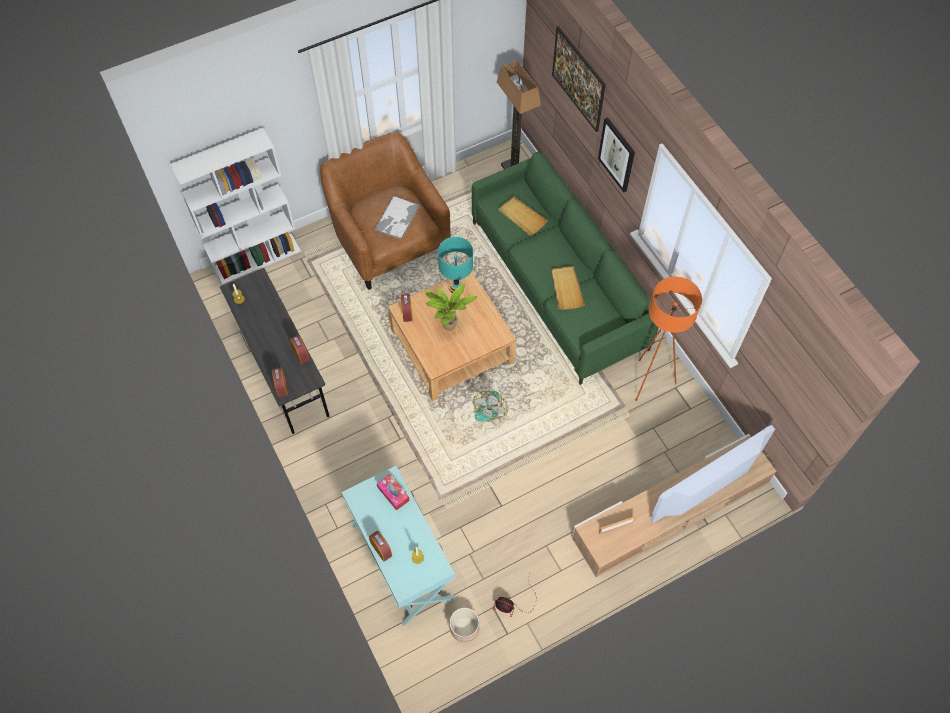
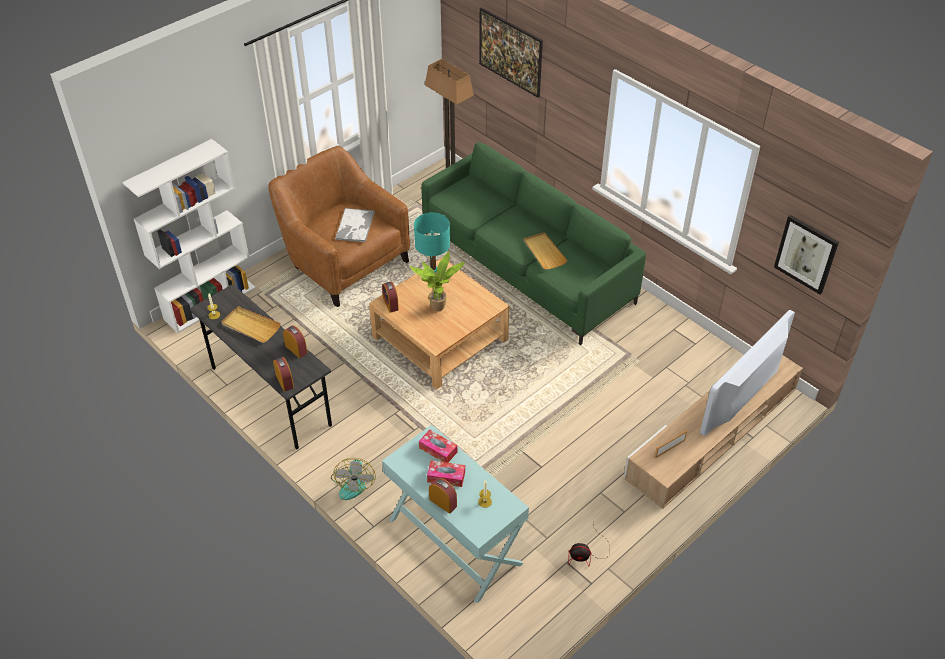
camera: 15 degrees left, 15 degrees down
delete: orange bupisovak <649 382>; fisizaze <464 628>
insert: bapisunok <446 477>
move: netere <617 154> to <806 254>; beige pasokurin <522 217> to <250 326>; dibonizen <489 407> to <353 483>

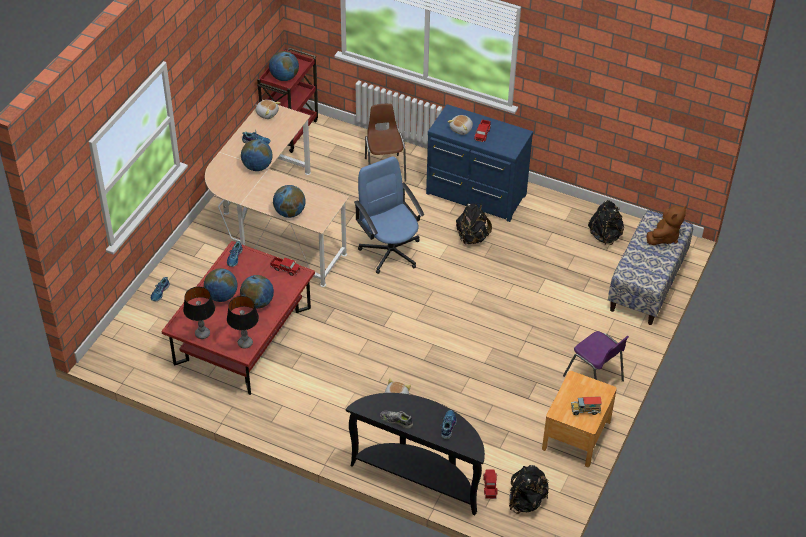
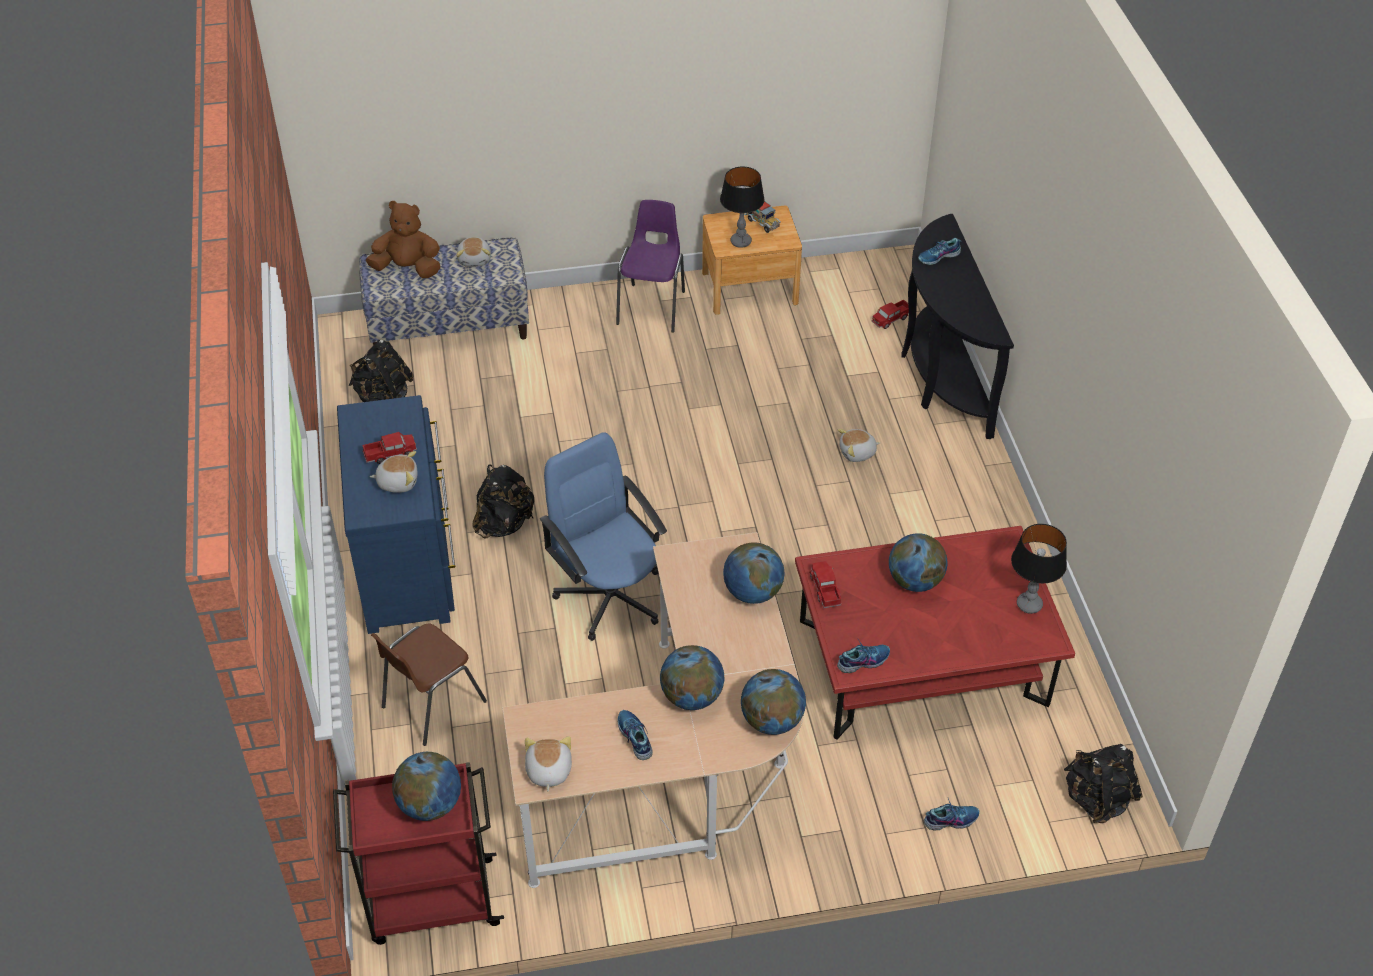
camera: 125 degrees left, 0 degrees up
delete: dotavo <396 420>
insert: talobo <475 259>
move: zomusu <221 296> to <772 720>; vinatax <245 343> to <741 241>; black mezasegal <526 501> to <1097 799>
rotate: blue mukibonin <390 251> = <610 596> 120 degrees clockwise

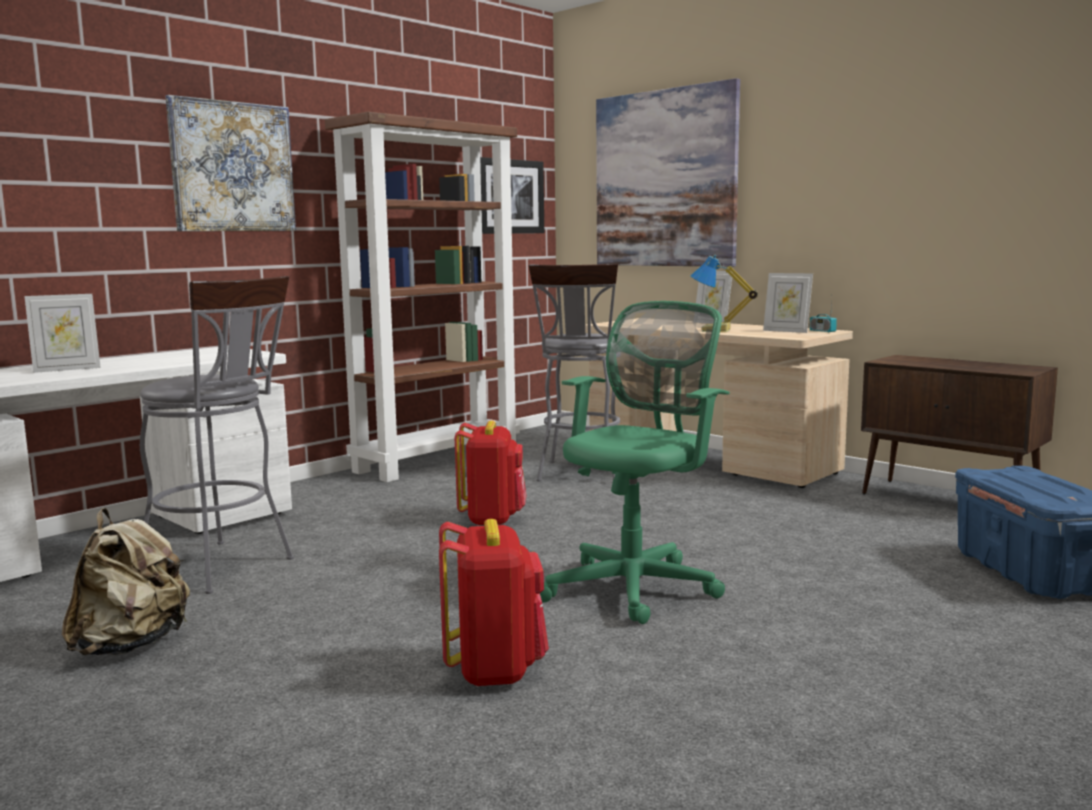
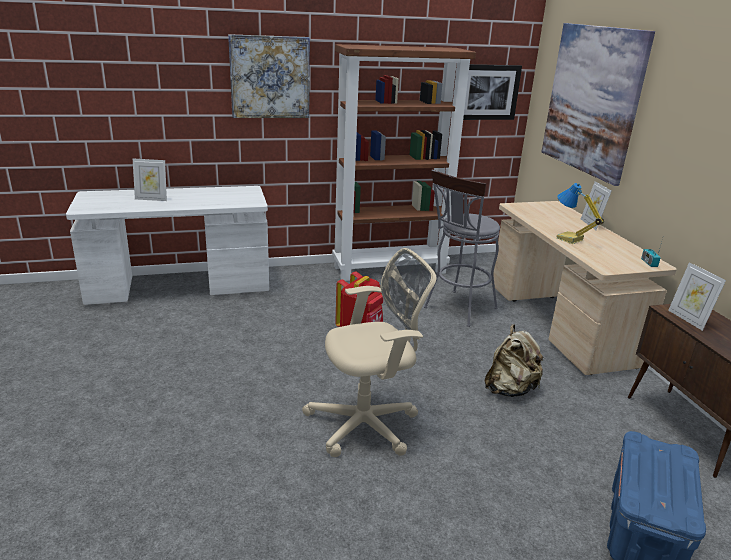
camera: 30 degrees right, 15 degrees up
delete: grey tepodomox <224 568>; red mezasegal <494 670>
move: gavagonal <786 331> to <688 319>; beige mezasegal <131 645> to <510 389>
recolor: green mukibonin <636 586> to beige mukibonin <367 424>

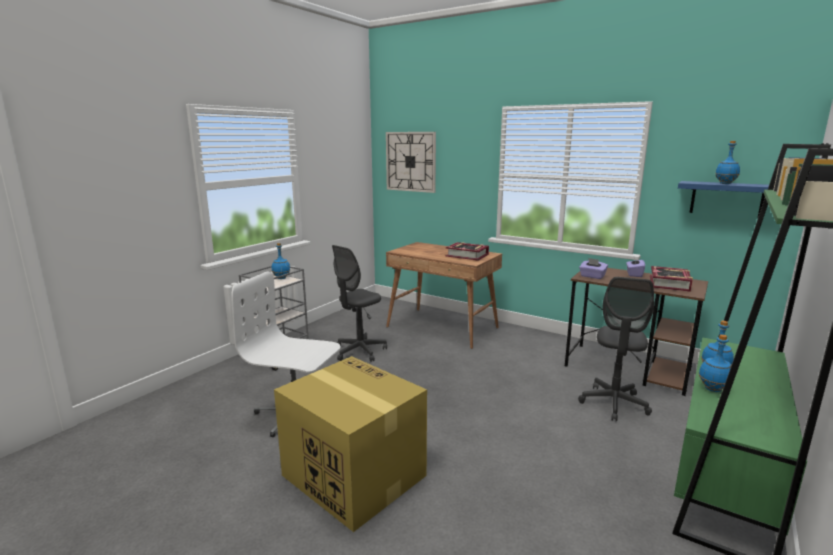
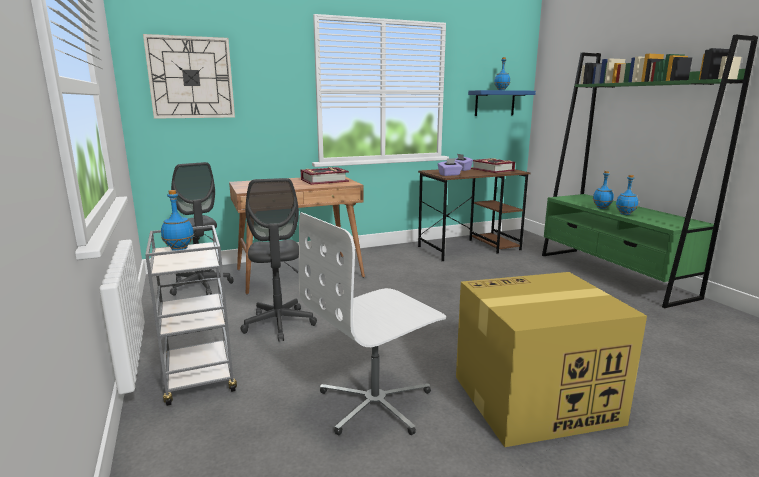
camera: 55 degrees left, 0 degrees up
move: grey mukibonin <613 403> to <201 286>

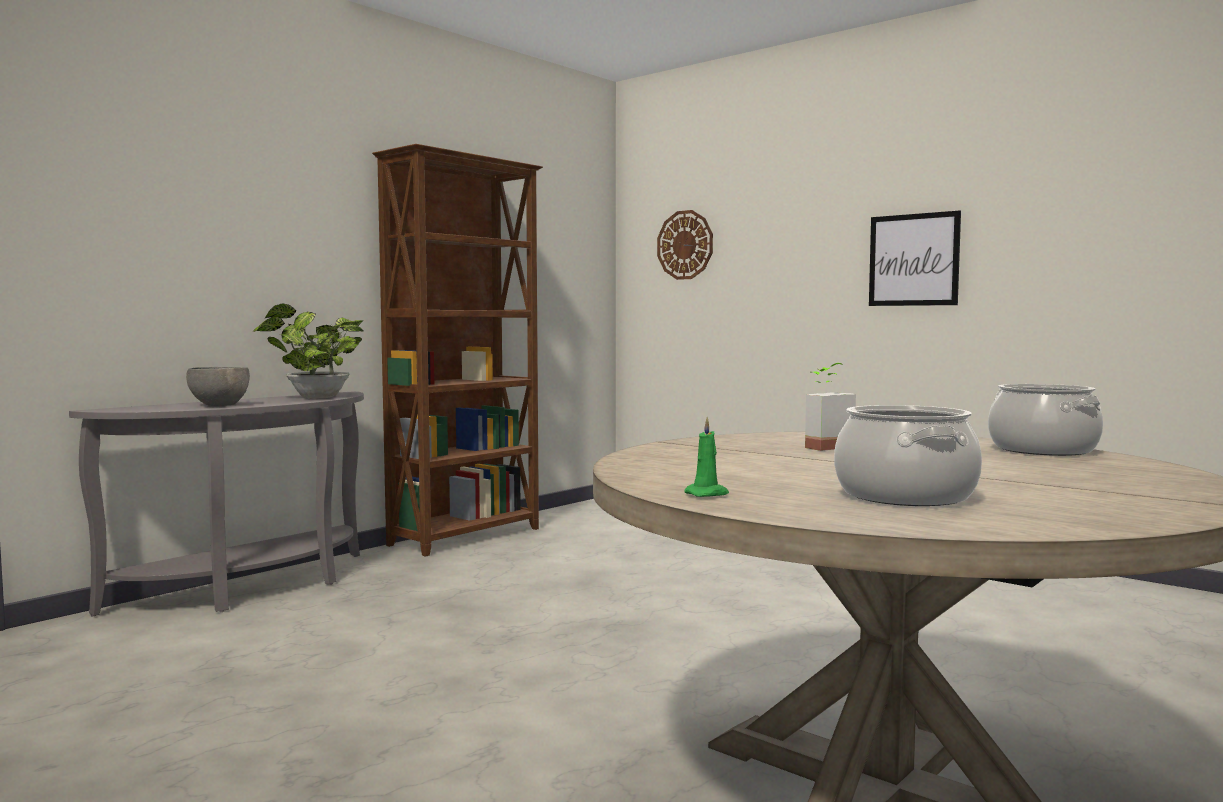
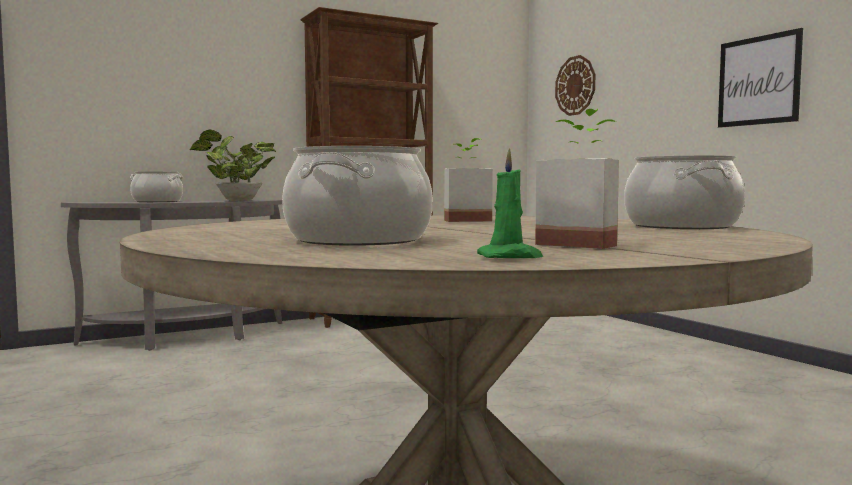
camera: 20 degrees right, 0 degrees up
insert: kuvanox <581 244>
move: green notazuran <708 494> to <510 257>
replace: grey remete <220 405> to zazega <157 201>

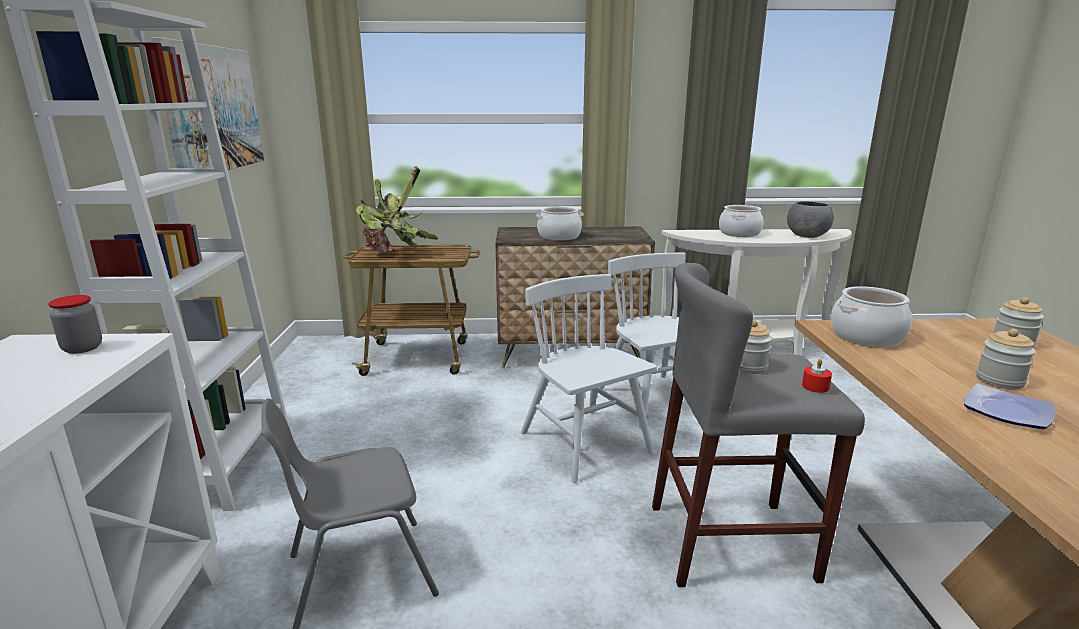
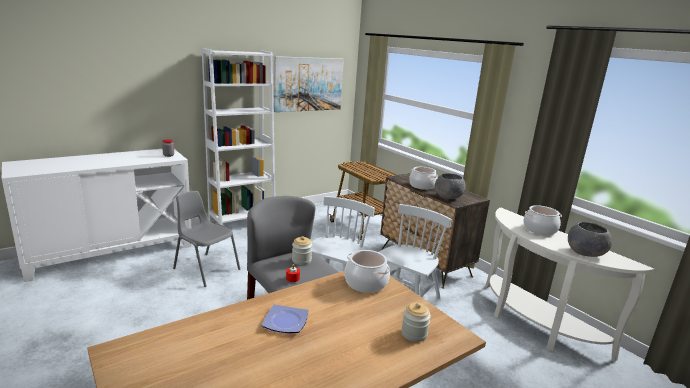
camera: 55 degrees right, 0 degrees up
delete: kuvanox <394 254>; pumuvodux <999 381>
insert: grey remete <448 197>

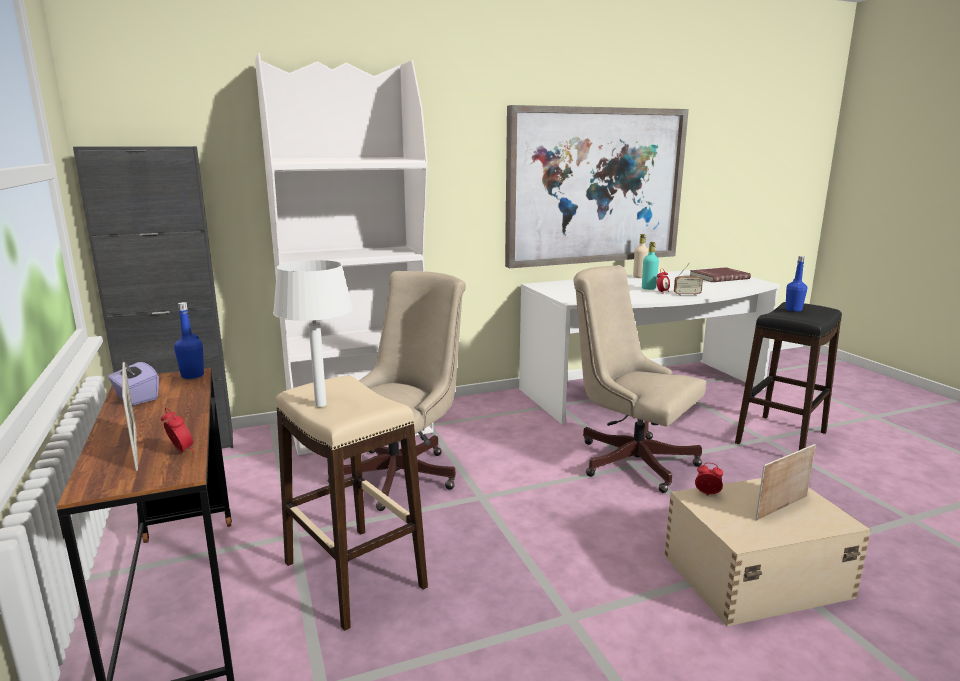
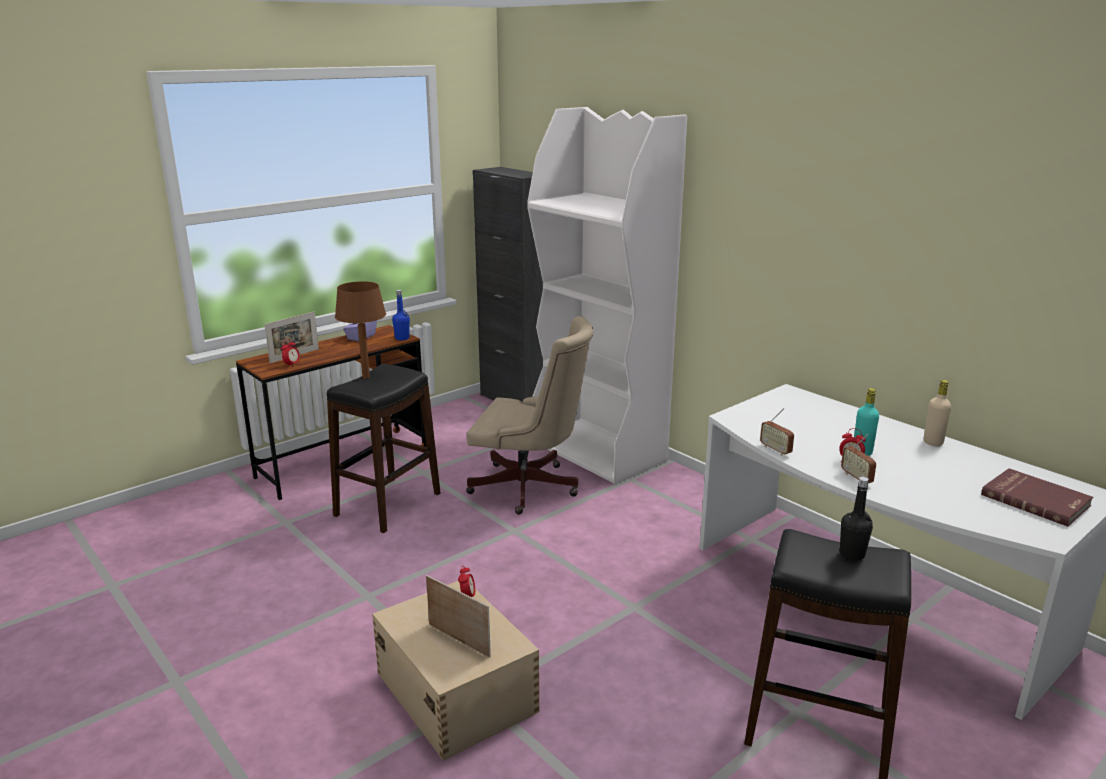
camera: 70 degrees right, 5 degrees up
delete: netere <595 186>; beige mukibonin <629 459>
insert: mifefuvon <775 450>
recolor: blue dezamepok <793 309> to black dezamepok <852 554>; white vinatax <320 404> to brown vinatax <366 377>; beige tepodomox <355 575> to black tepodomox <388 505>

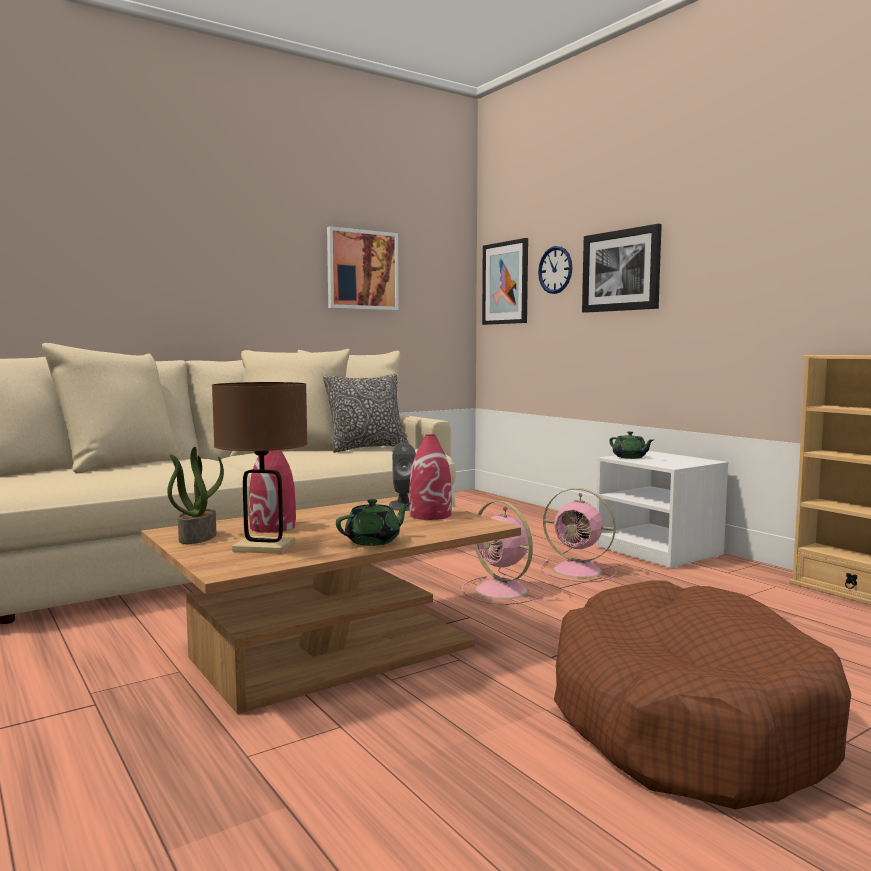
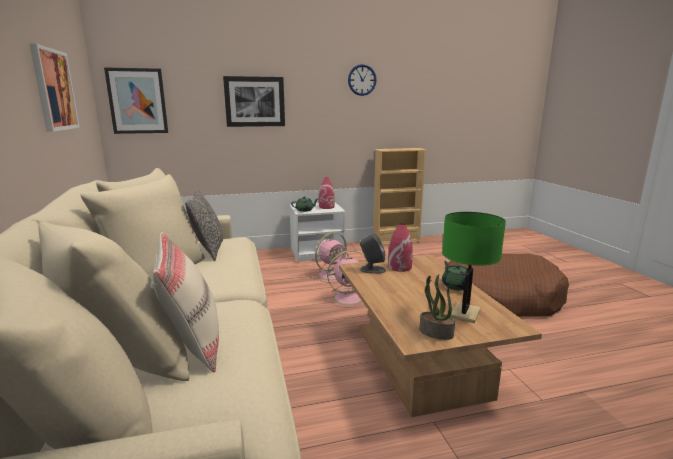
camera: 70 degrees left, 10 degrees up
insert: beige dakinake <192 344>
move: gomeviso <555 270> to <362 80>; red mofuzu <273 527> to <327 207>
recolor: brown vinatax <263 547> to green vinatax <465 313>

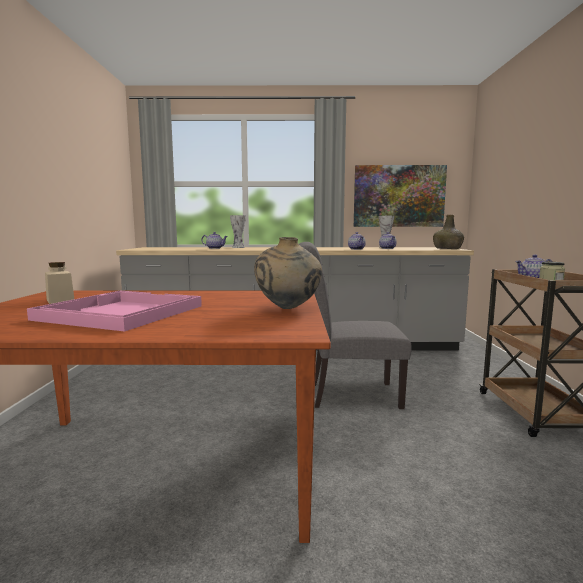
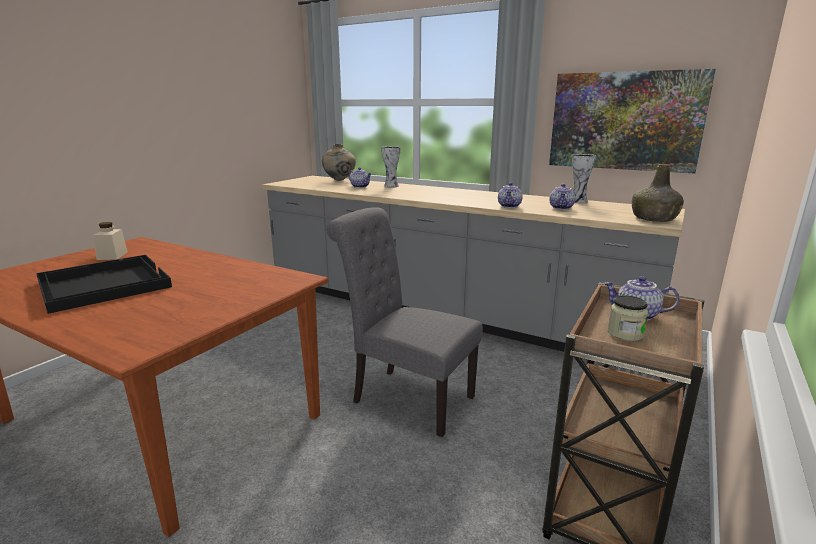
camera: 30 degrees right, 10 degrees up
move: beige mofuzu <288 309> to <339 180>
recolor: pink pasokurin <120 312> to black pasokurin <103 284>

